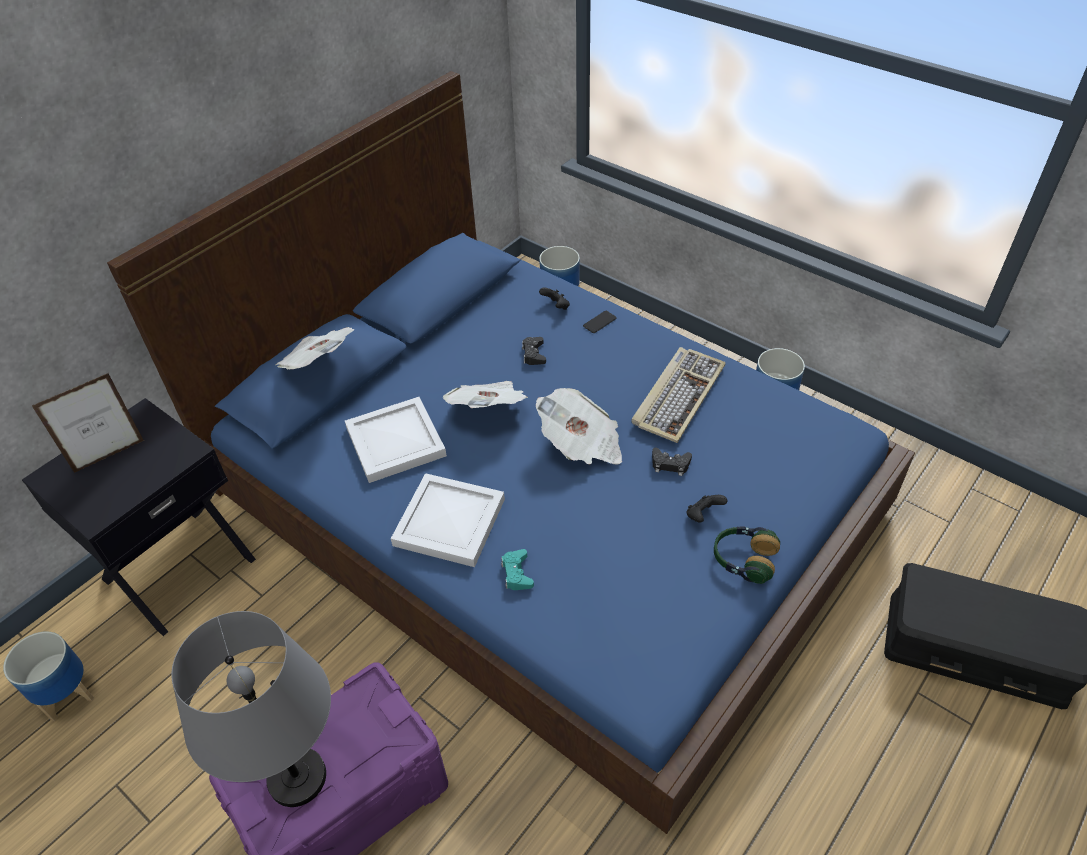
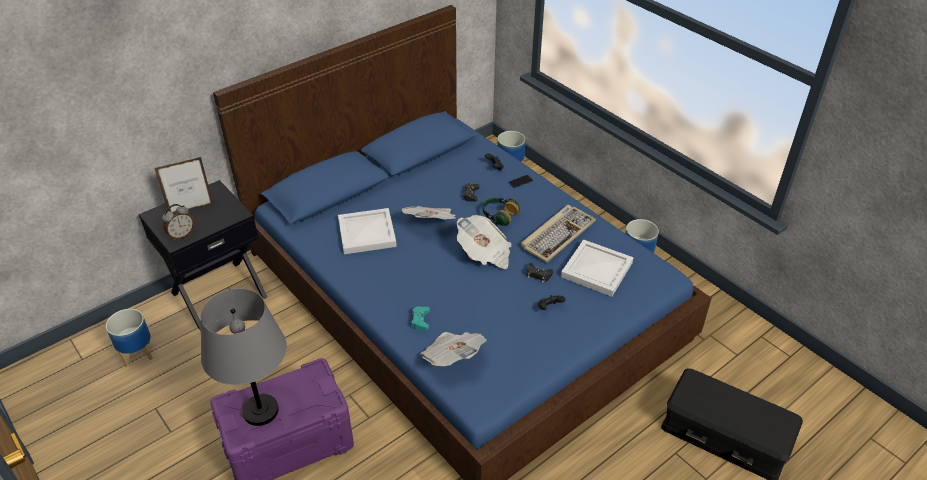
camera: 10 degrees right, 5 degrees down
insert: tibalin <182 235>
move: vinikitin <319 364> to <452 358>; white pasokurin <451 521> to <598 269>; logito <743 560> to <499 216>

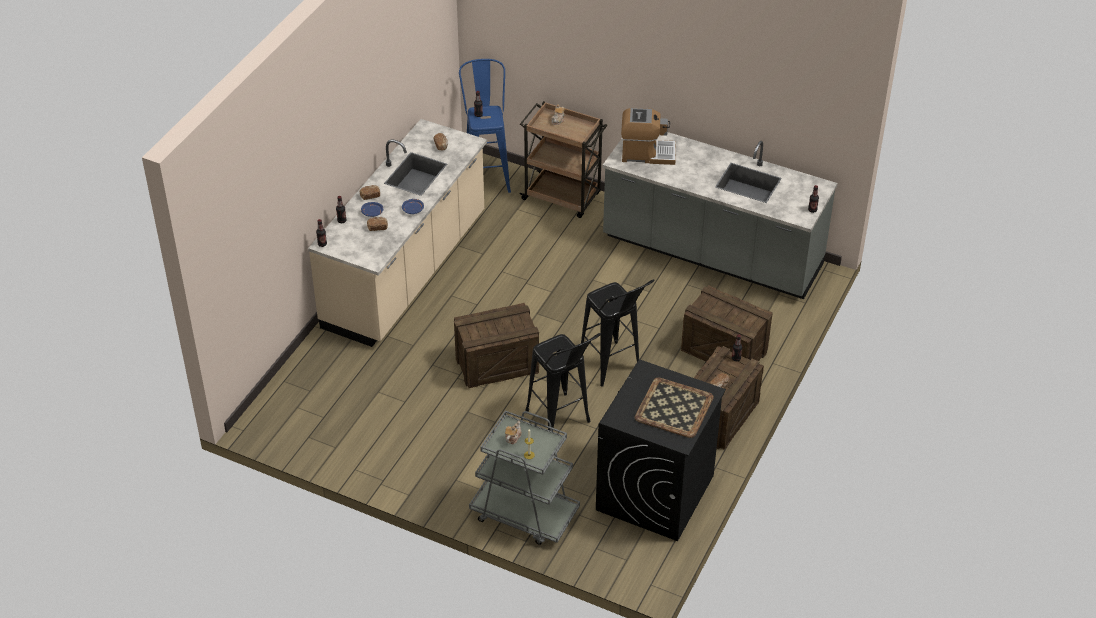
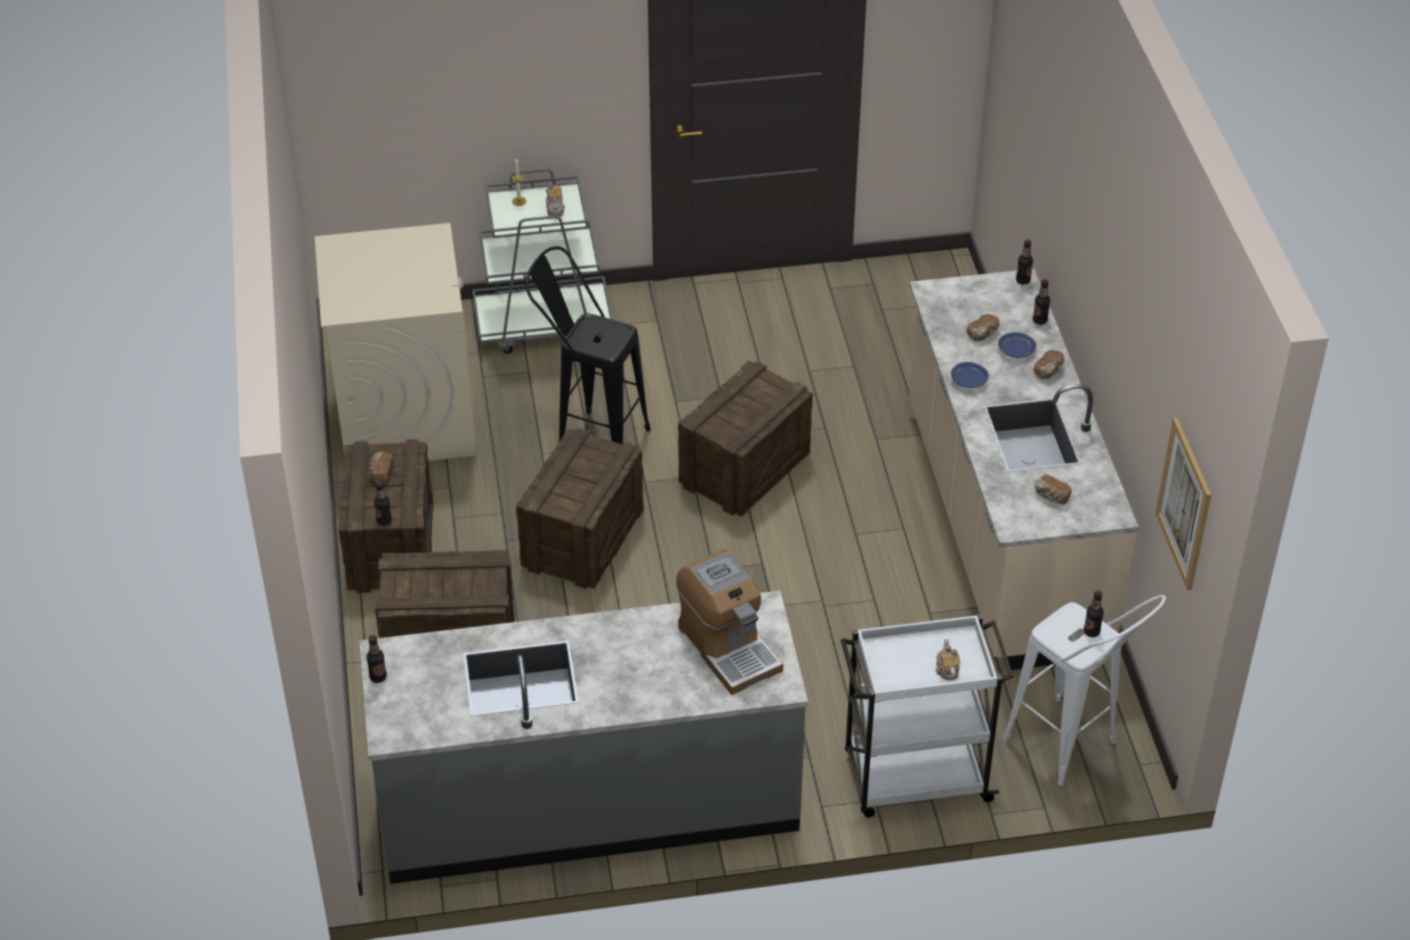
camera: 145 degrees right, 0 degrees up
delete: pasokurin <673 407>
insert: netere <1184 503>
replace: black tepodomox <614 370> to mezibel <583 538>
recolor: blue tepodomox <486 176> to white tepodomox <1072 751>; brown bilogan <562 197> to white bilogan <914 778>; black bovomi <655 493> to beige bovomi <405 415>
rotate: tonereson <647 153> = <728 647> 90 degrees counterclockwise

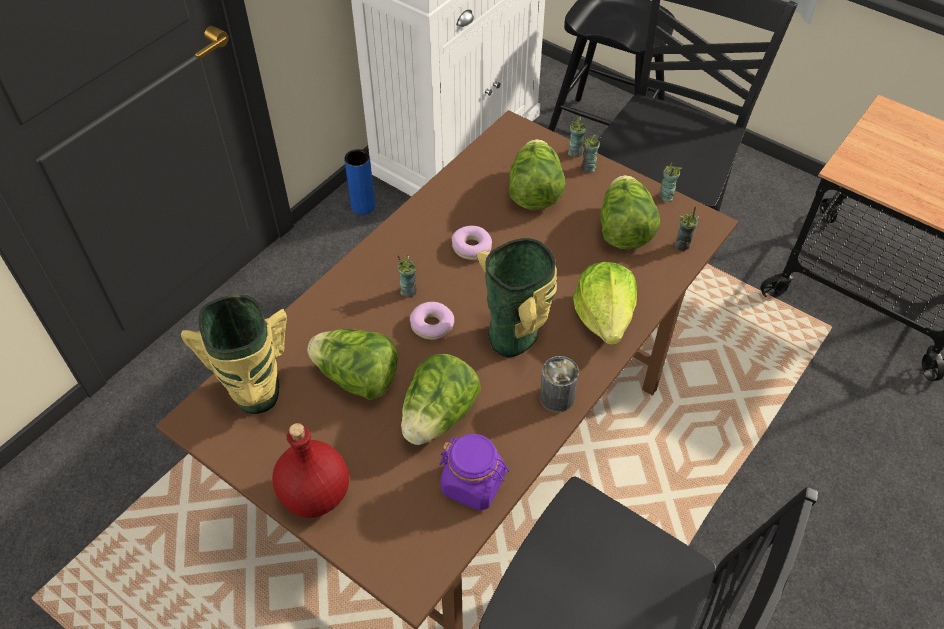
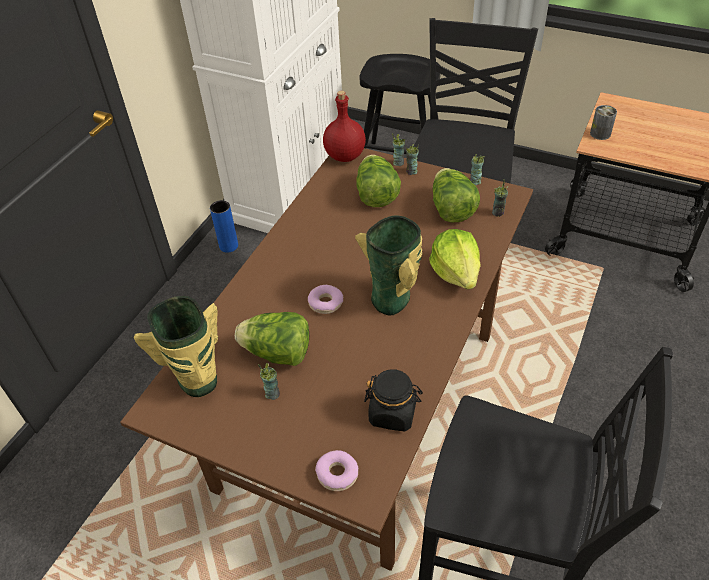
camera: 10 degrees left, 5 degrees down
delete: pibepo <438 416>
move: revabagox <471 247> to <337 474>; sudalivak <408 291> to <272 393>; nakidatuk <557 397> to <600 134>; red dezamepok <315 493> to <344 155>
recolor: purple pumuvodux <473 484> to black pumuvodux <393 413>

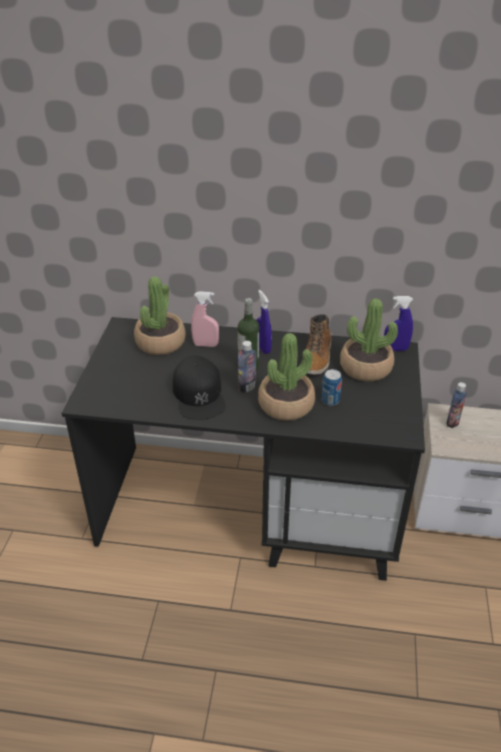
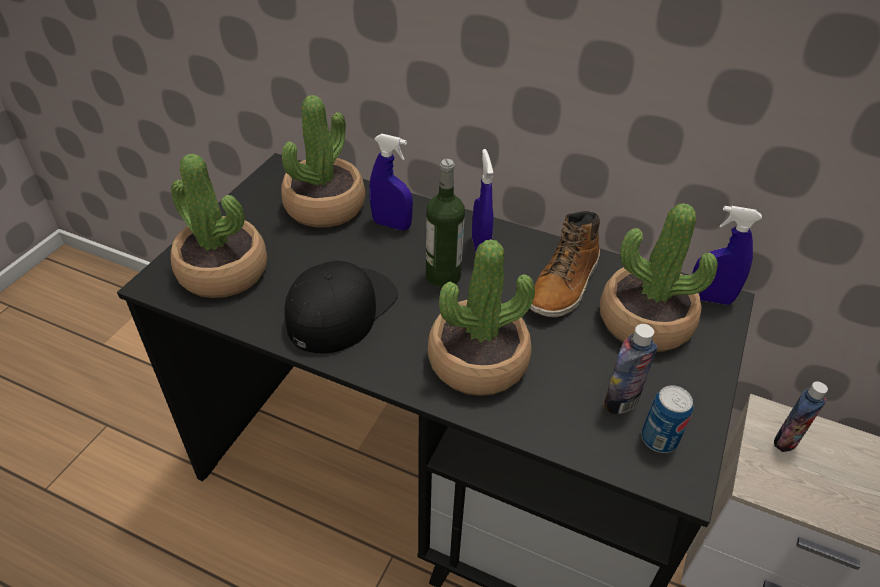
camera: 15 degrees right, 5 degrees up
insert: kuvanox <223 271>
move: dezamepok <247 387> to <621 402>; nakidatuk <330 400> to <659 439>
recolor: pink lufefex <205 345> to blue lufefex <391 224>
rotate: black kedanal <199 394> = <341 308> 150 degrees counterclockwise

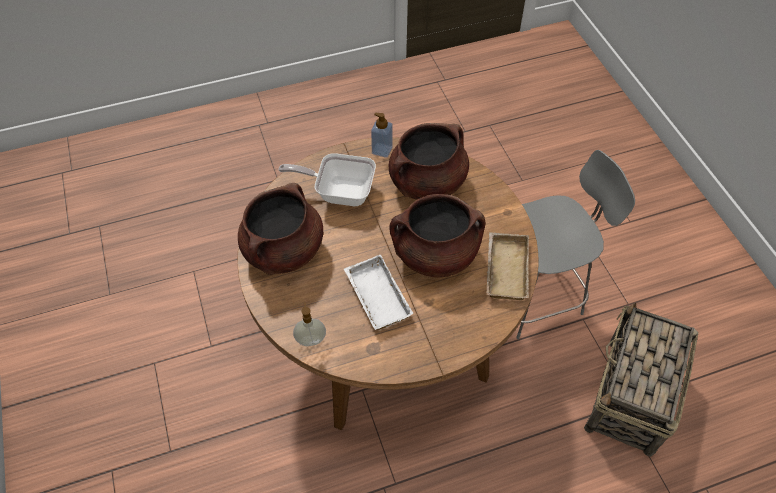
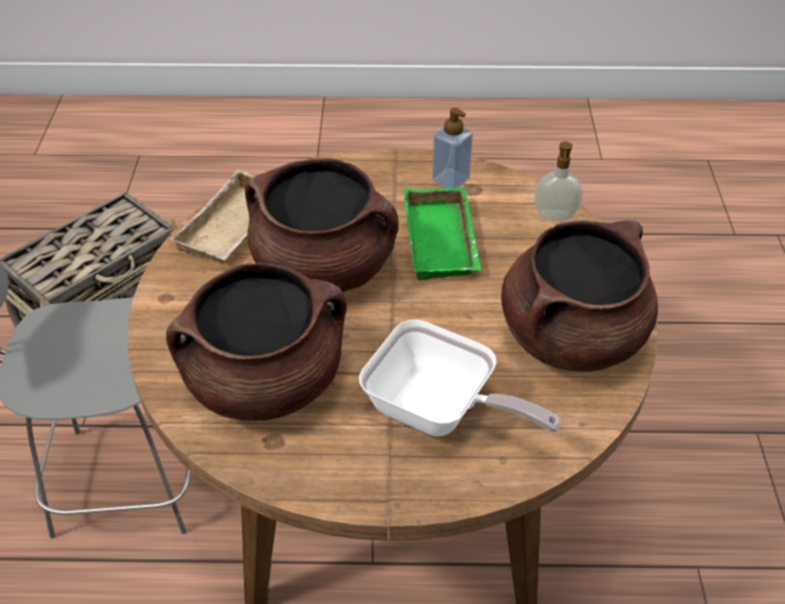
camera: 160 degrees left, 10 degrees down
move: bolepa <382 150> to <450 180>
recolor: white pasokurin <375 296> to green pasokurin <444 241>

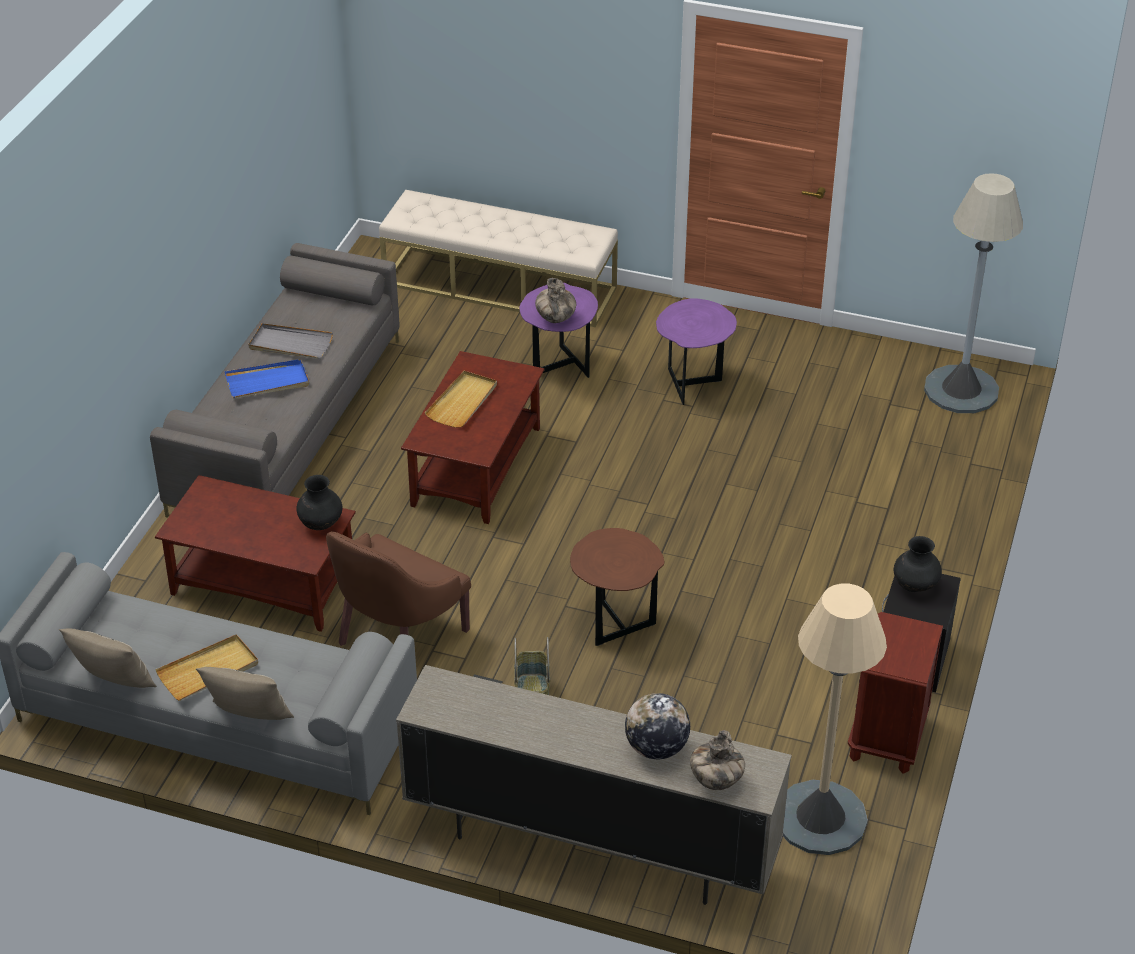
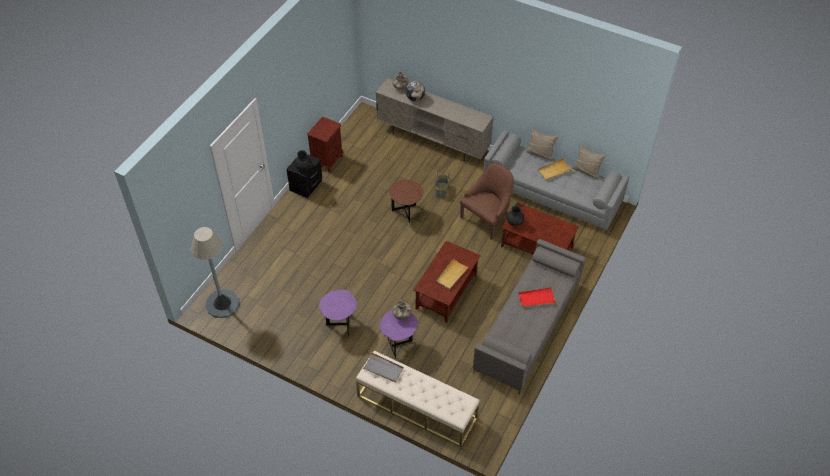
camera: 170 degrees left, 10 degrees up
delete: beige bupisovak <820 818>
move: grey pasokurin <290 344> to <383 369>
recolor: blue pasokurin <268 382> to red pasokurin <536 298>

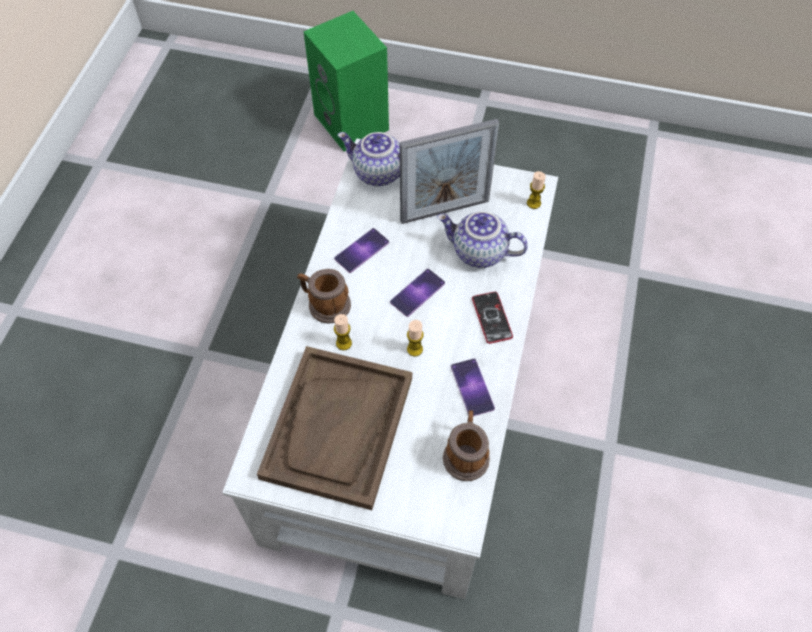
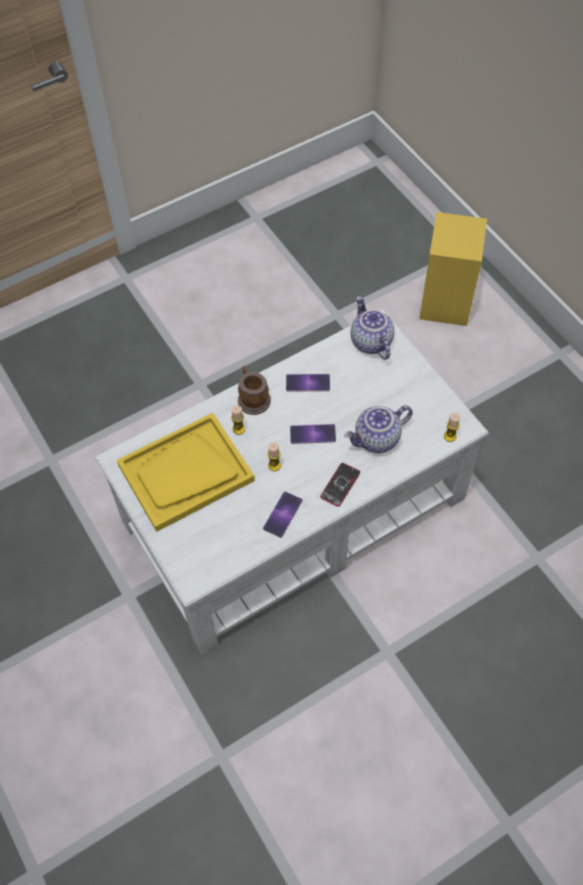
camera: 45 degrees right, 0 degrees up
delete: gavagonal <444 211>; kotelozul <466 453>
recolor: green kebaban <353 122> to yellow kebaban <447 303>; brown pasokurin <338 428> to yellow pasokurin <185 473>
rotate: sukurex <478 253> = <377 440> 90 degrees counterclockwise

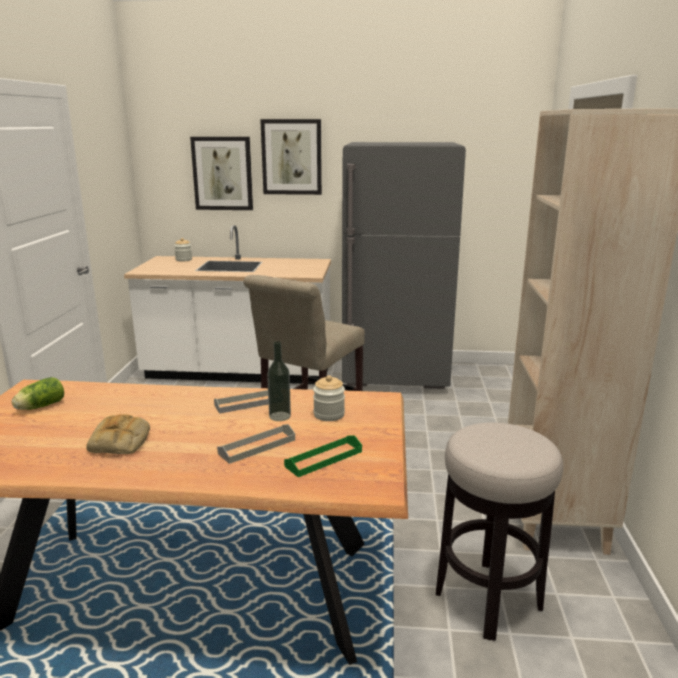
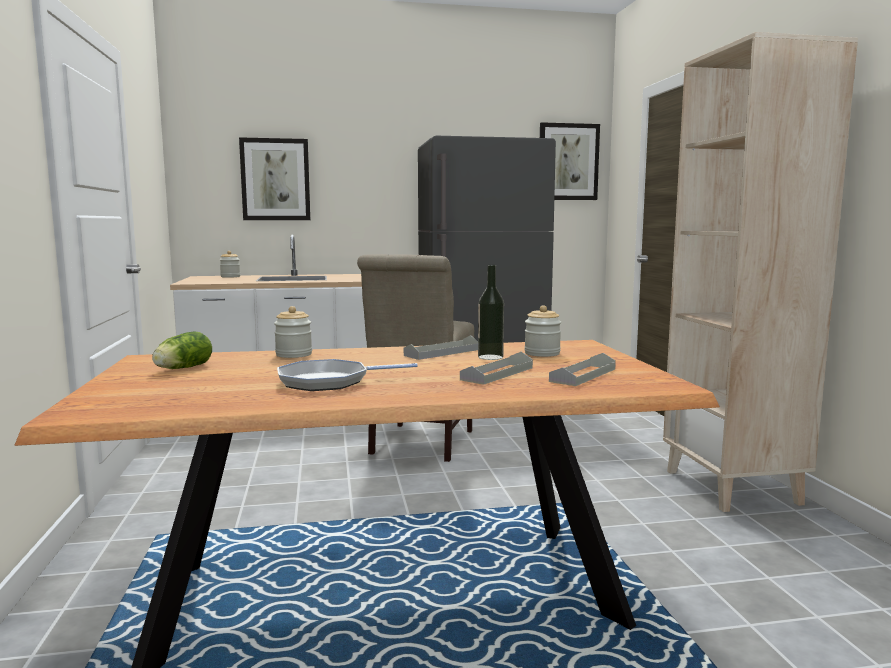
camera: 15 degrees left, 10 degrees down
delete: tepodomox <488 600>
insert: pumuvodux <294 354>
move: netere <292 157> to <568 162>
replace: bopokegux <121 442> to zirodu <329 381>
recolor: green pasokurin <324 459> to grey pasokurin <583 375>

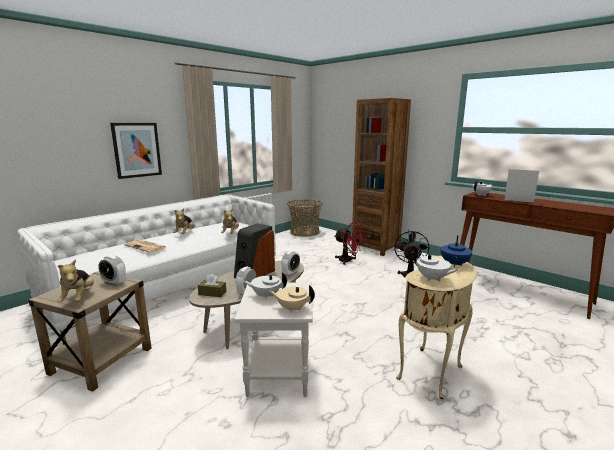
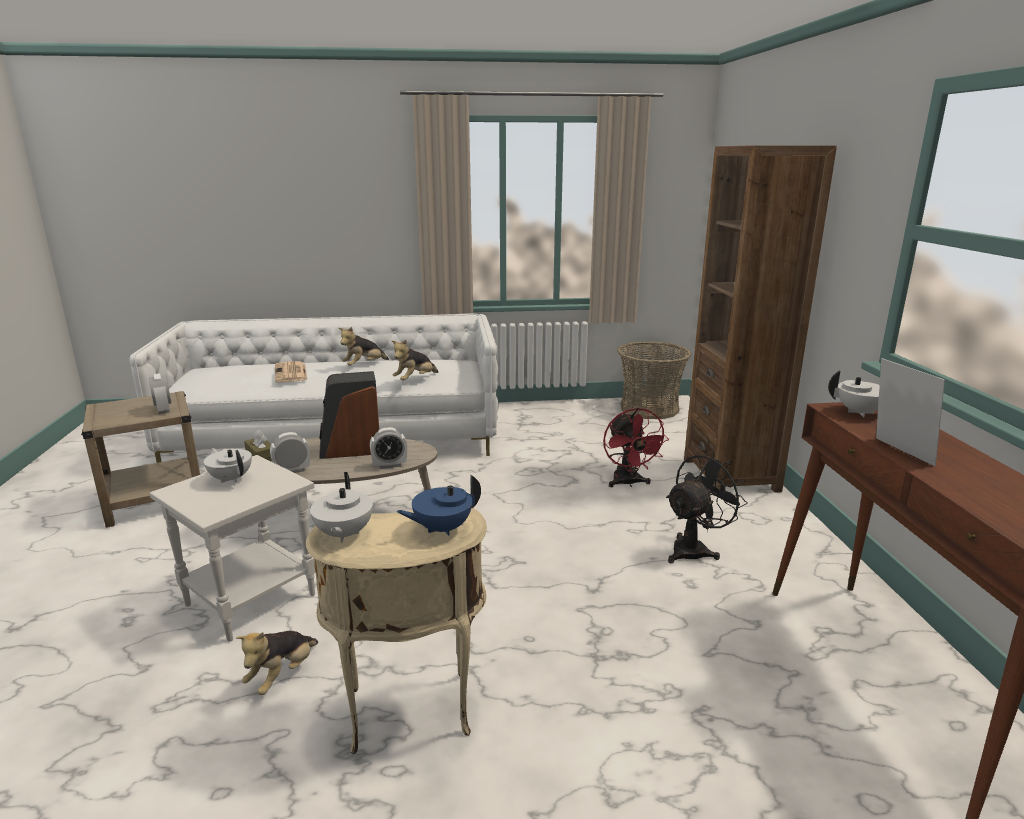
camera: 40 degrees right, 5 degrees up
delete: netere <137 150>; beige sukurex <292 308>
move: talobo <79 298> to <282 675>

